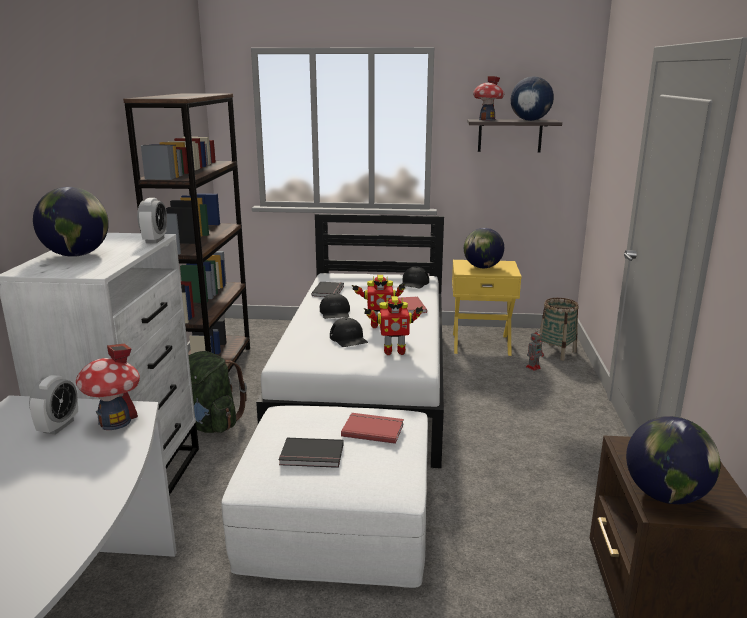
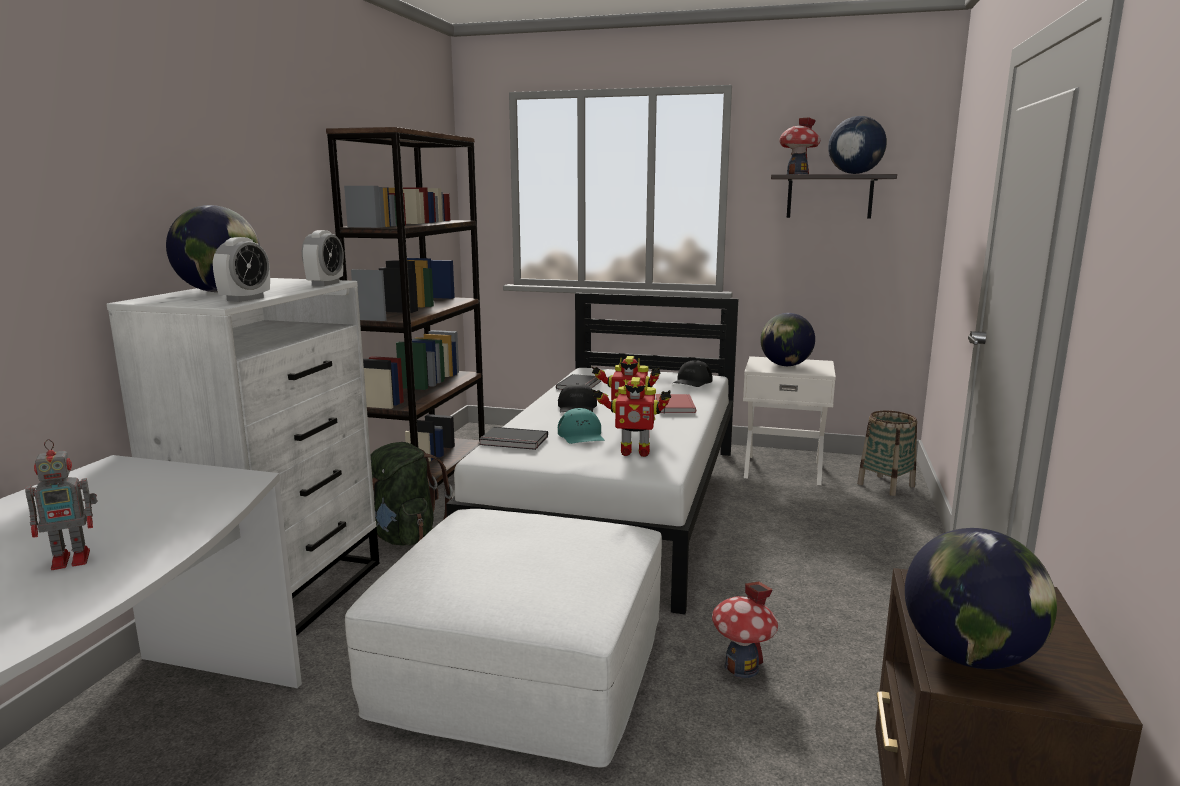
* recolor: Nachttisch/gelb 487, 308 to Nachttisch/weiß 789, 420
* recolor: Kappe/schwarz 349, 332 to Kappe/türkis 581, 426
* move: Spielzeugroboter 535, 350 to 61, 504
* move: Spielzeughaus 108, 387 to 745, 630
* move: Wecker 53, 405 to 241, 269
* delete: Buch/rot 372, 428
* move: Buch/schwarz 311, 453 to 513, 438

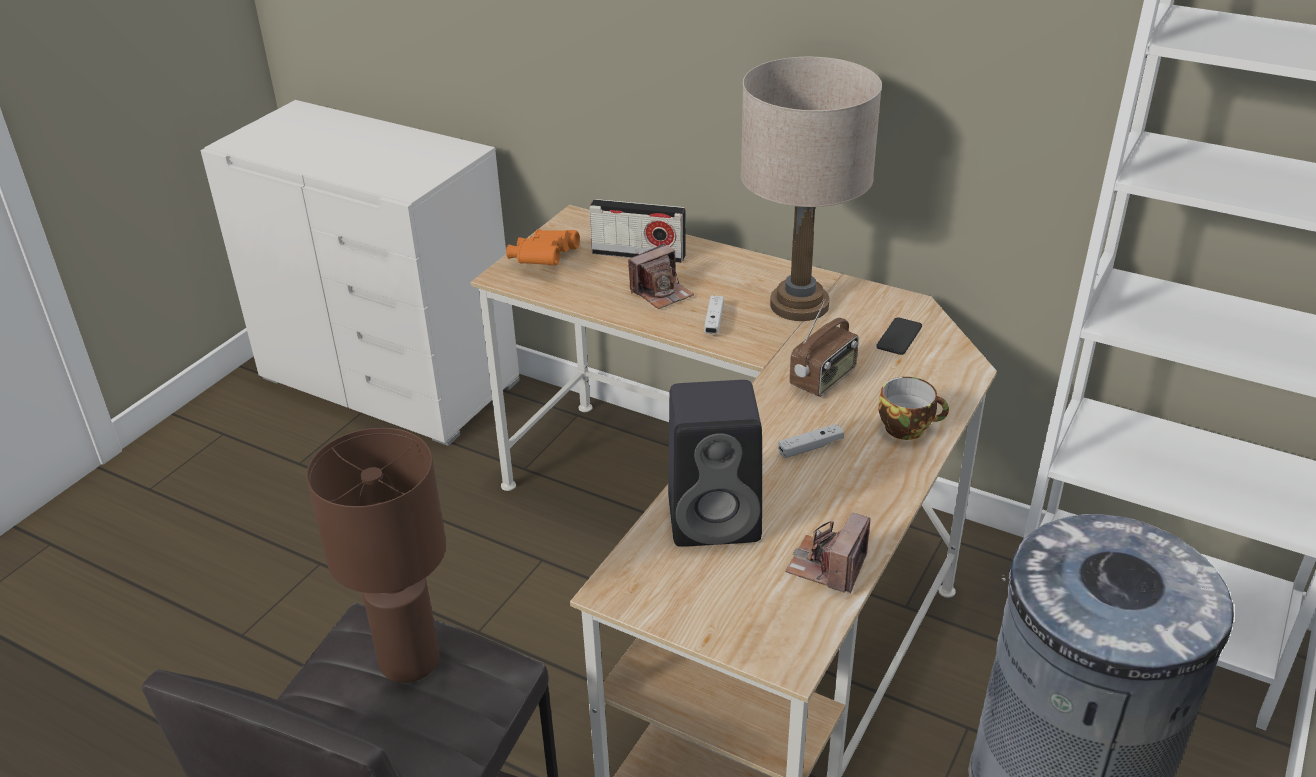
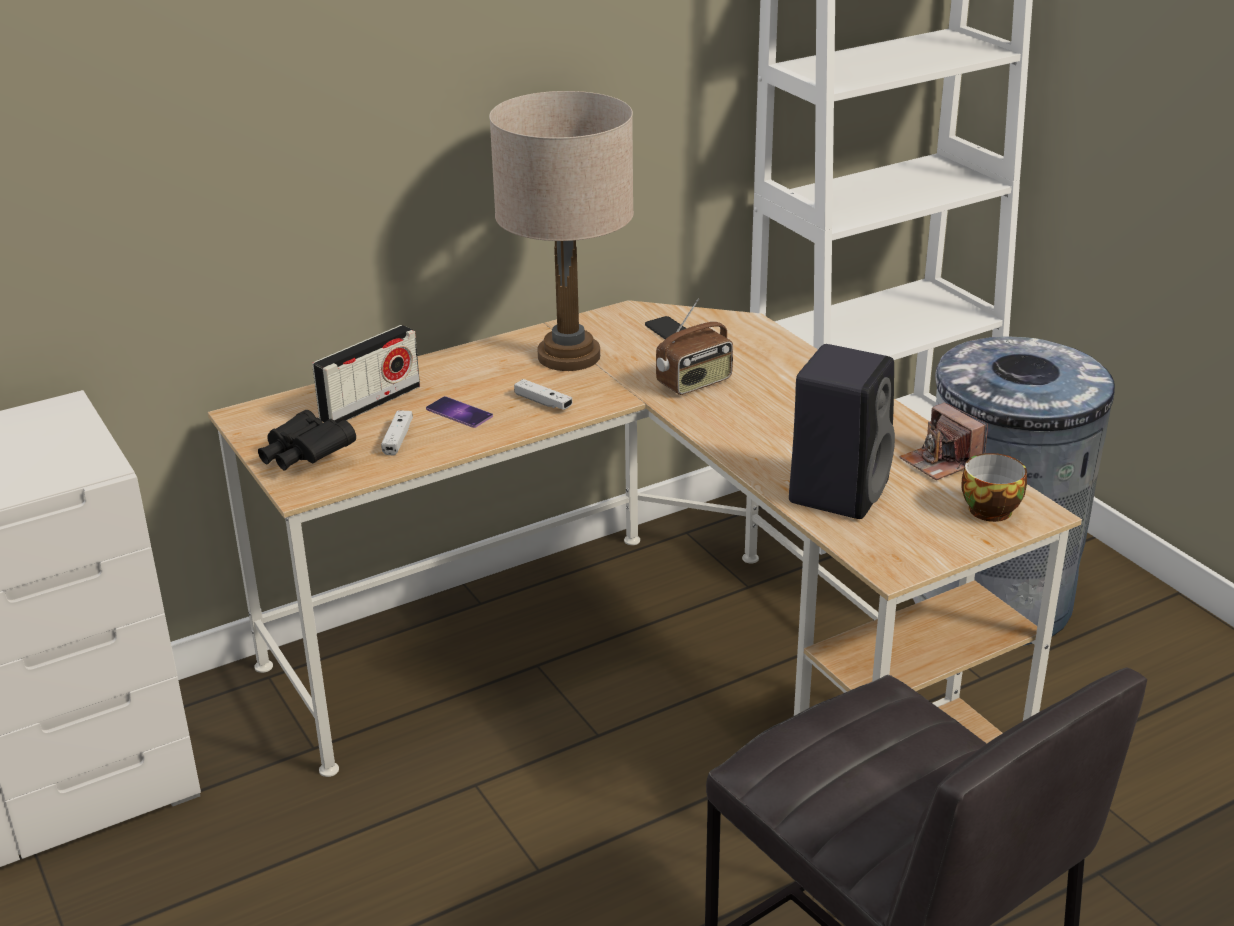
* recolor: Fernglas/orange 543, 247 to Fernglas/schwarz 307, 440
* replace: Kamera 661, 276 to Handy 459, 412
* rotate: Radio 824, 348 = 694, 347 75 degrees clockwise
* move: Tasse 913, 408 to 994, 487
* move: Gamepad/weiß 811, 441 to 397, 432
* delete: Tischlampe/braun 376, 555

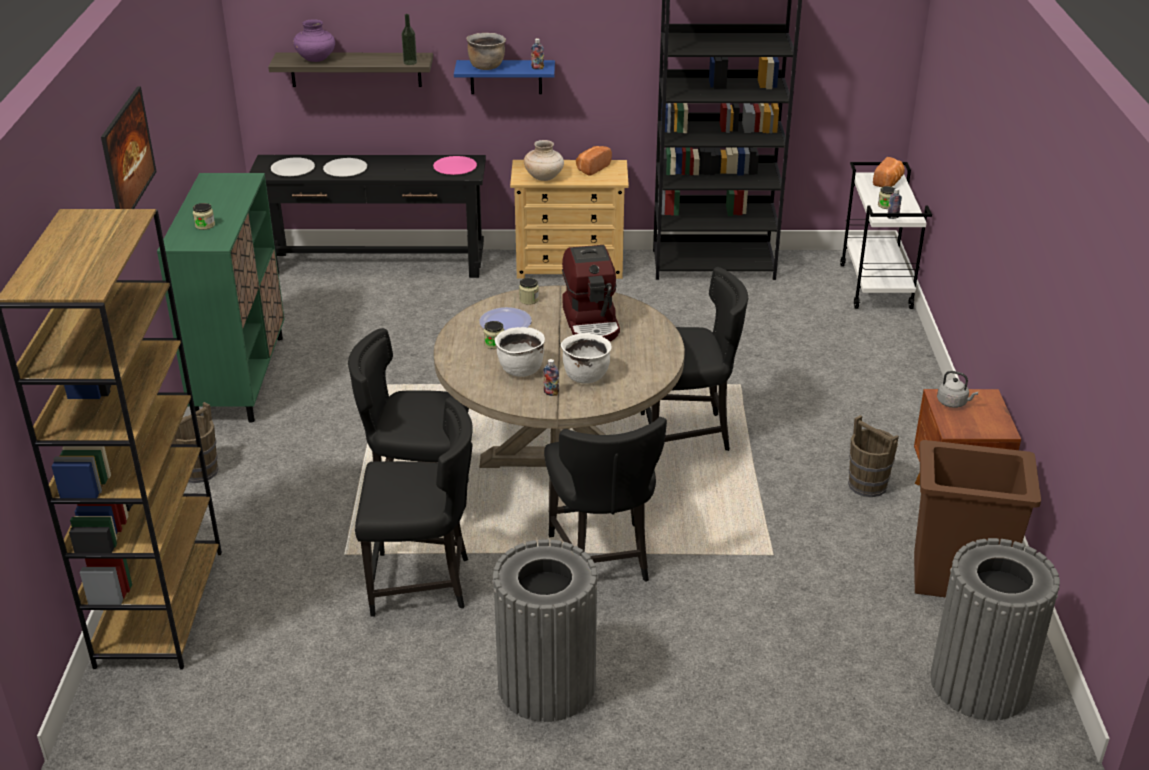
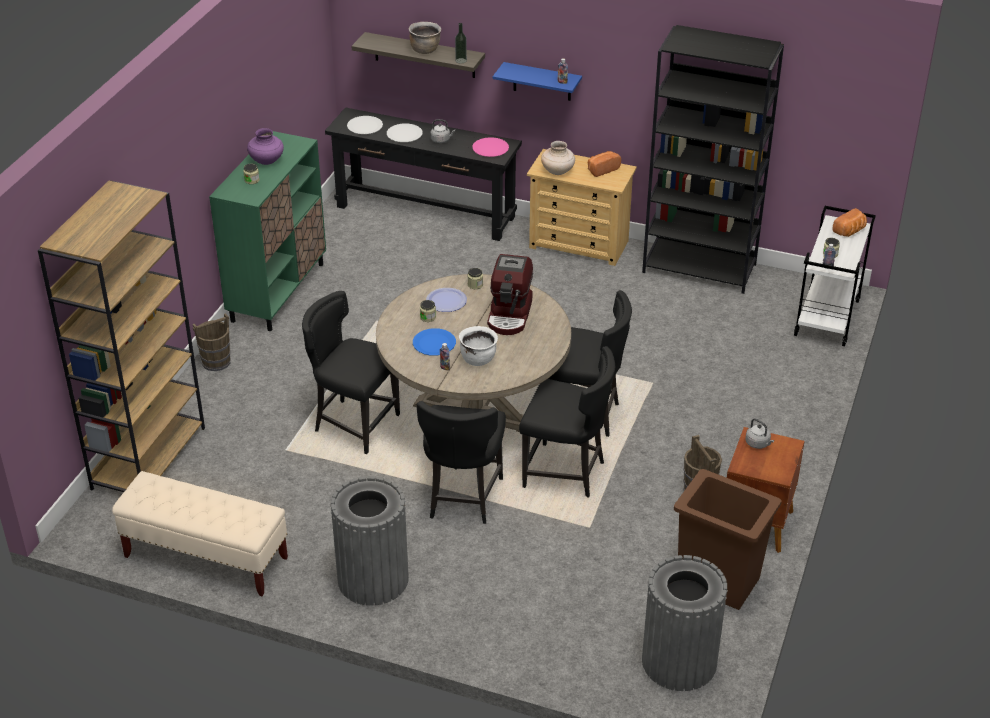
* move: Vase/lila 314, 40 to 265, 146
* move: Kochtopf/braun 486, 51 to 425, 38
* delete: Bild 128, 147
* replace: Kochtopf/weiß 520, 352 to Teller/blau 434, 342
* move: Stuhl/schwarz 414, 507 to 567, 421
* insert: Wasserkessel/grau 442, 131
* insert: Bank/beige 200, 533

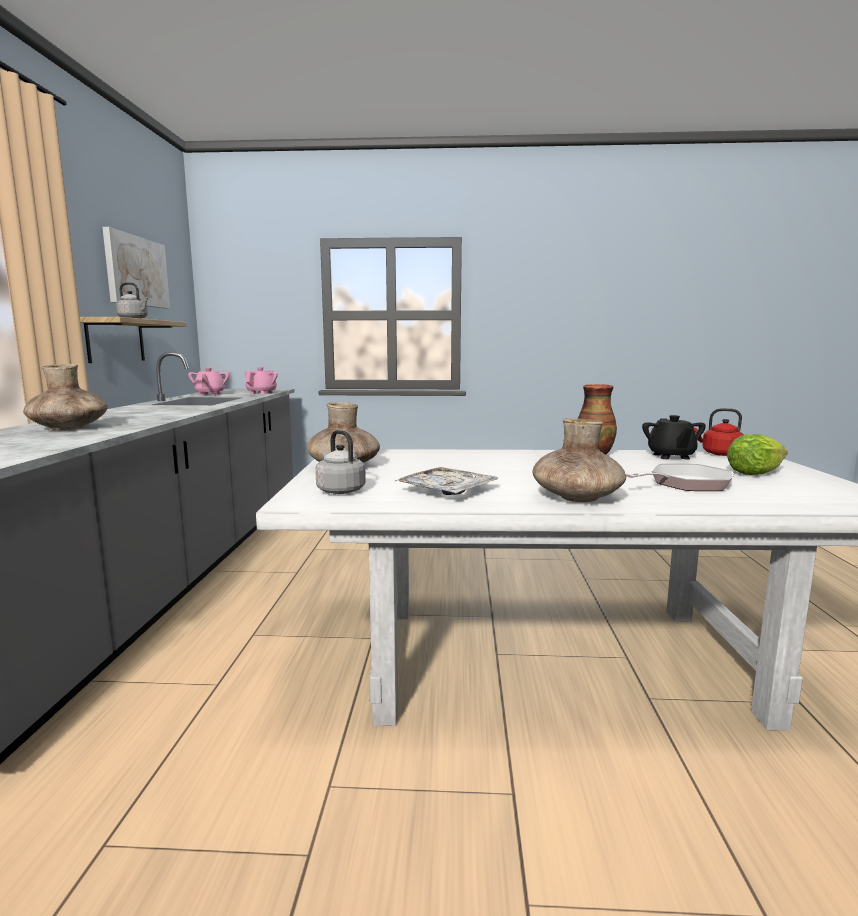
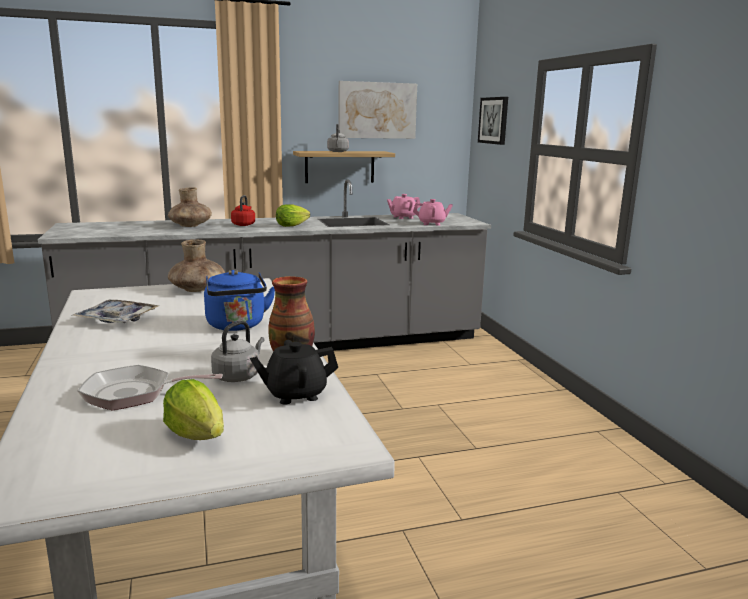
* move: Wasserkessel/rot 718, 432 to 243, 210
* delete: Vase/braun 579, 460
* move: Wasserkessel/grau 340, 462 to 238, 351
* rotate: Pfanne 680, 477 = 150, 388 135 degrees clockwise
* insert: Bild 493, 121
* insert: Salatkopf 293, 215
* insert: Wasserkessel/blau 239, 300

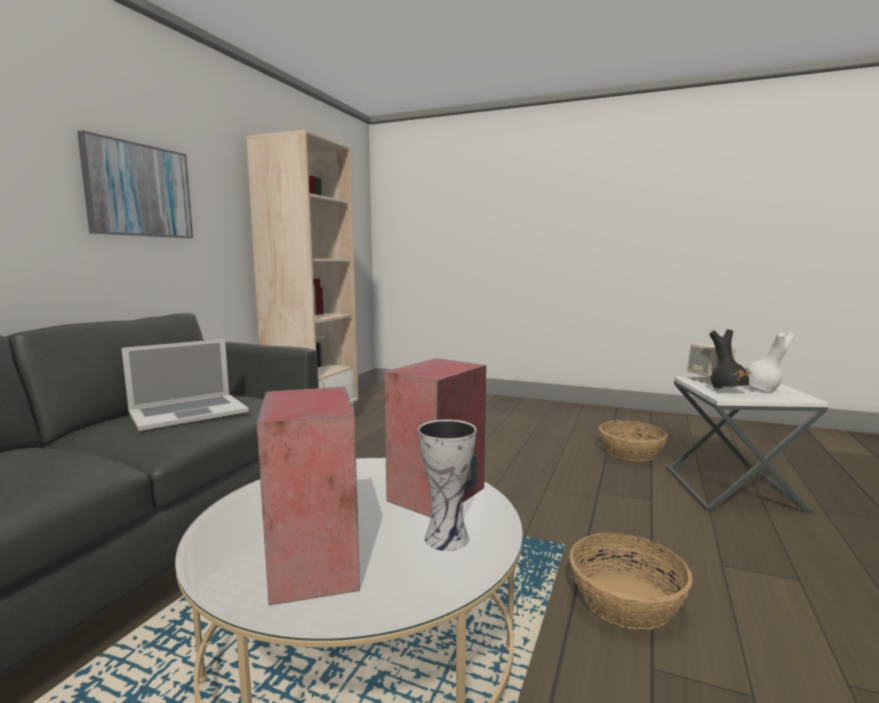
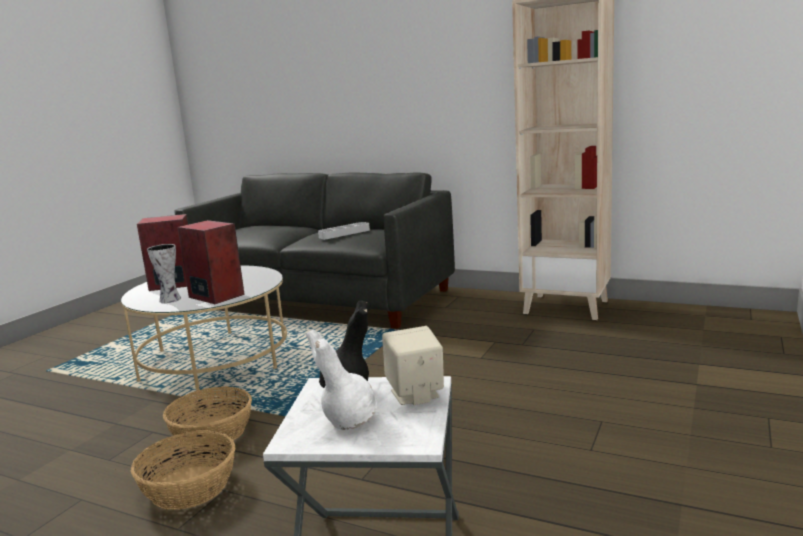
* delete: Bild 135, 184
* replace: Laptop 185, 385 to Tablett/grau 344, 230
* move: Korb 633, 441 to 183, 470

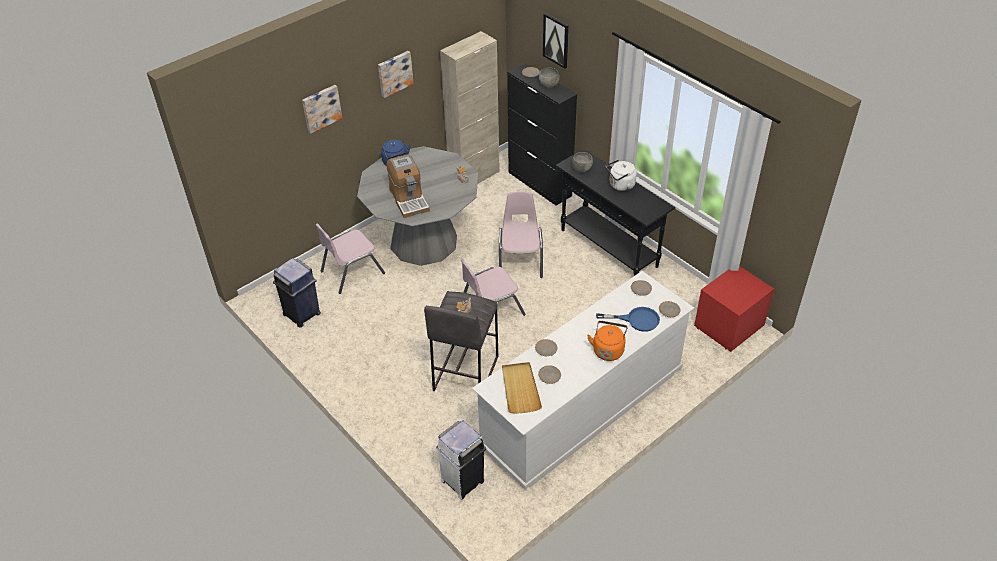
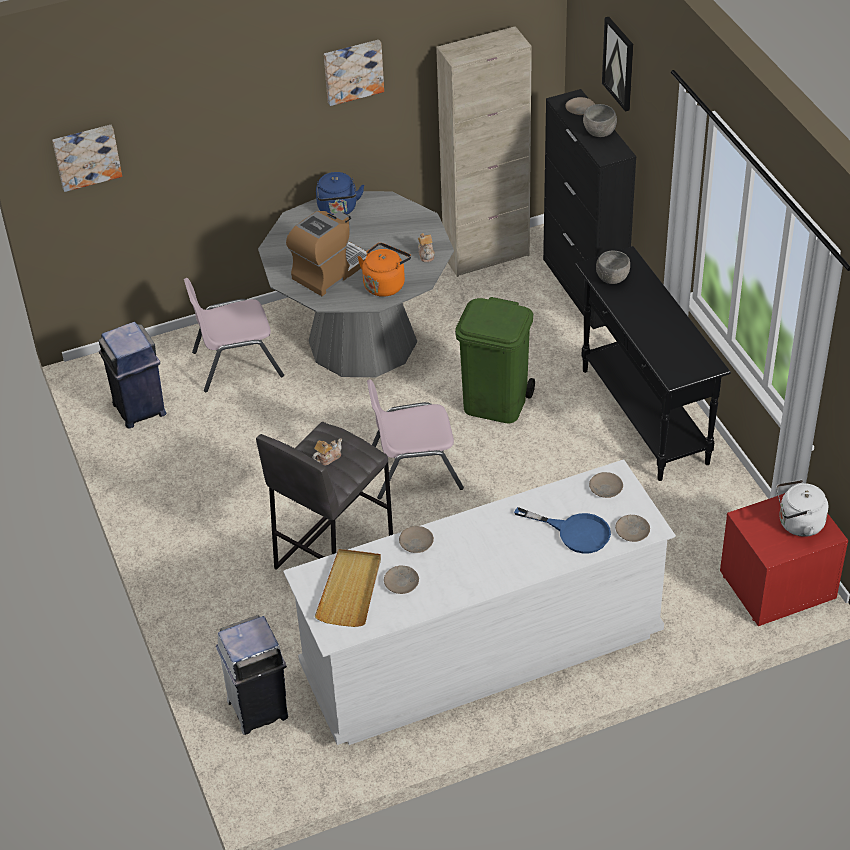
* move: Bild 322, 109 to 87, 158
* rotate: Kaffeemaschine 408, 186 = 326, 253 135 degrees counterclockwise
* move: Wasserkessel/weiß 621, 175 to 802, 508
* replace: Stuhl/rosa 521, 234 to Mülleimer/grün 495, 360
* move: Wasserkessel/orange 607, 341 to 384, 270

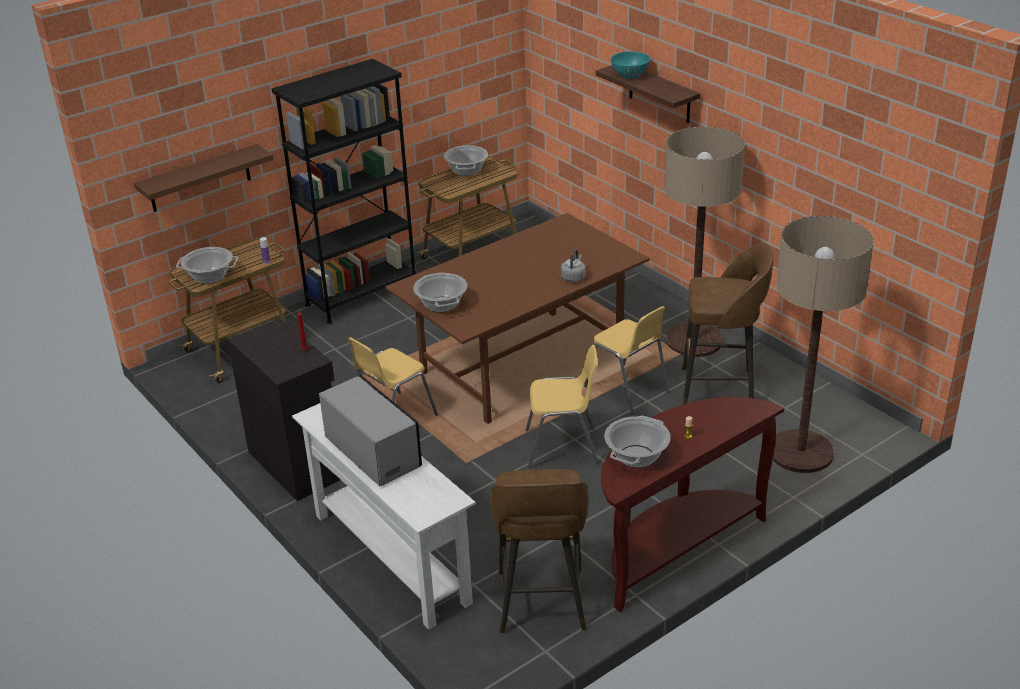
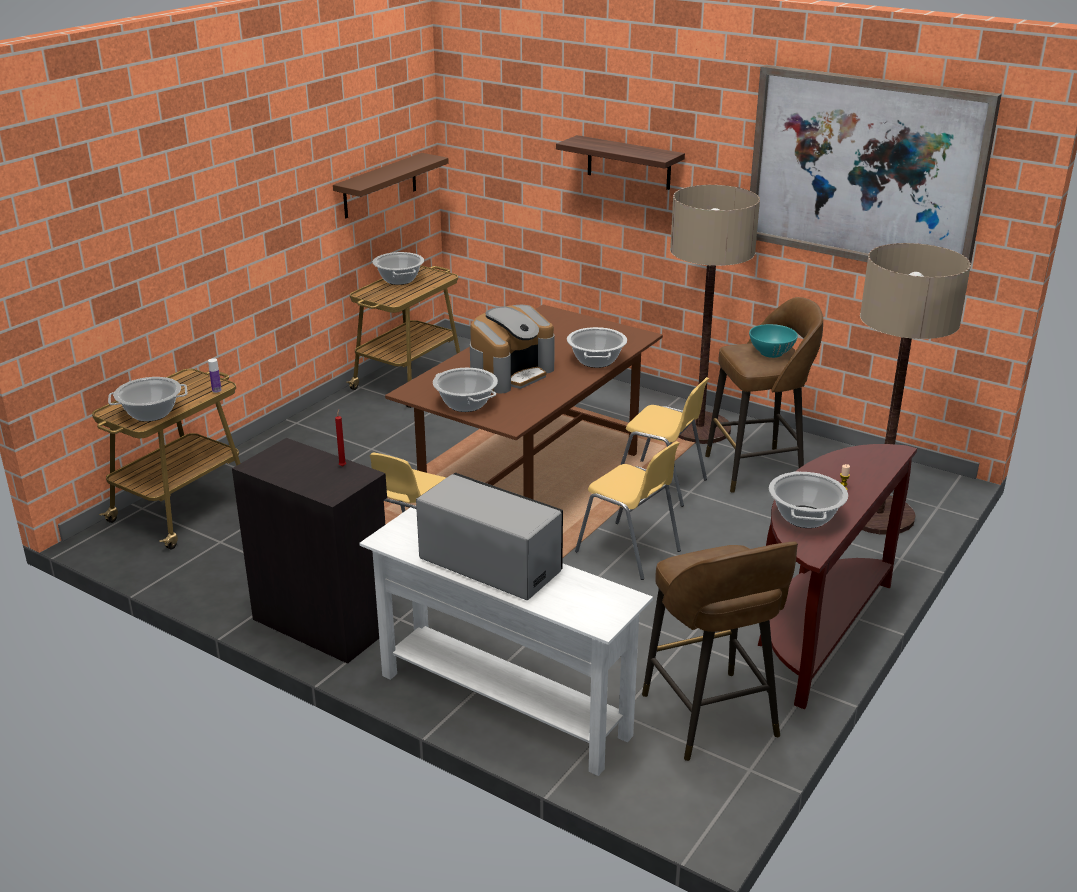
* move: Schüssel/türkis 630, 65 to 773, 341
* delete: Bücherregal/schwarz 344, 191
* move: Wandregal/braun 204, 178 to 391, 185
* replace: Wasserkessel/grau 573, 265 to Kochtopf 597, 347
* rotate: Stuhl/gelb 562, 406 = 628, 510 60 degrees clockwise
* insert: Bild 876, 164
* insert: Kaffeemaschine 512, 349

